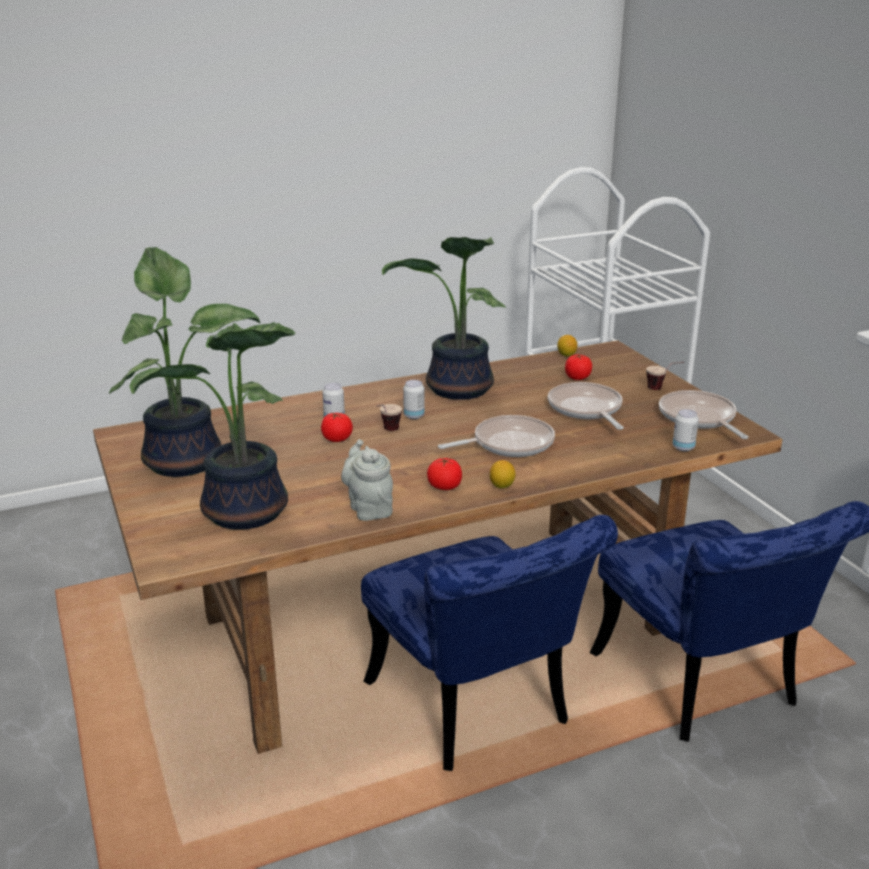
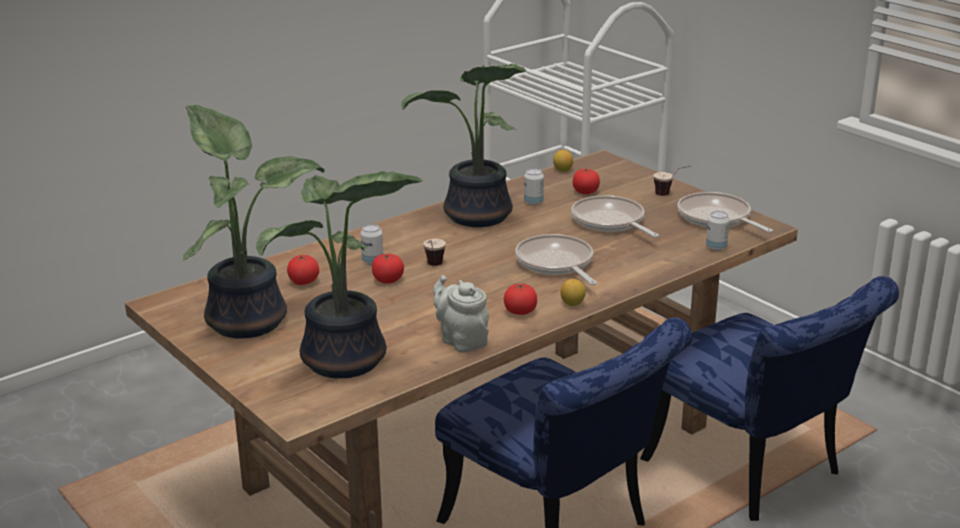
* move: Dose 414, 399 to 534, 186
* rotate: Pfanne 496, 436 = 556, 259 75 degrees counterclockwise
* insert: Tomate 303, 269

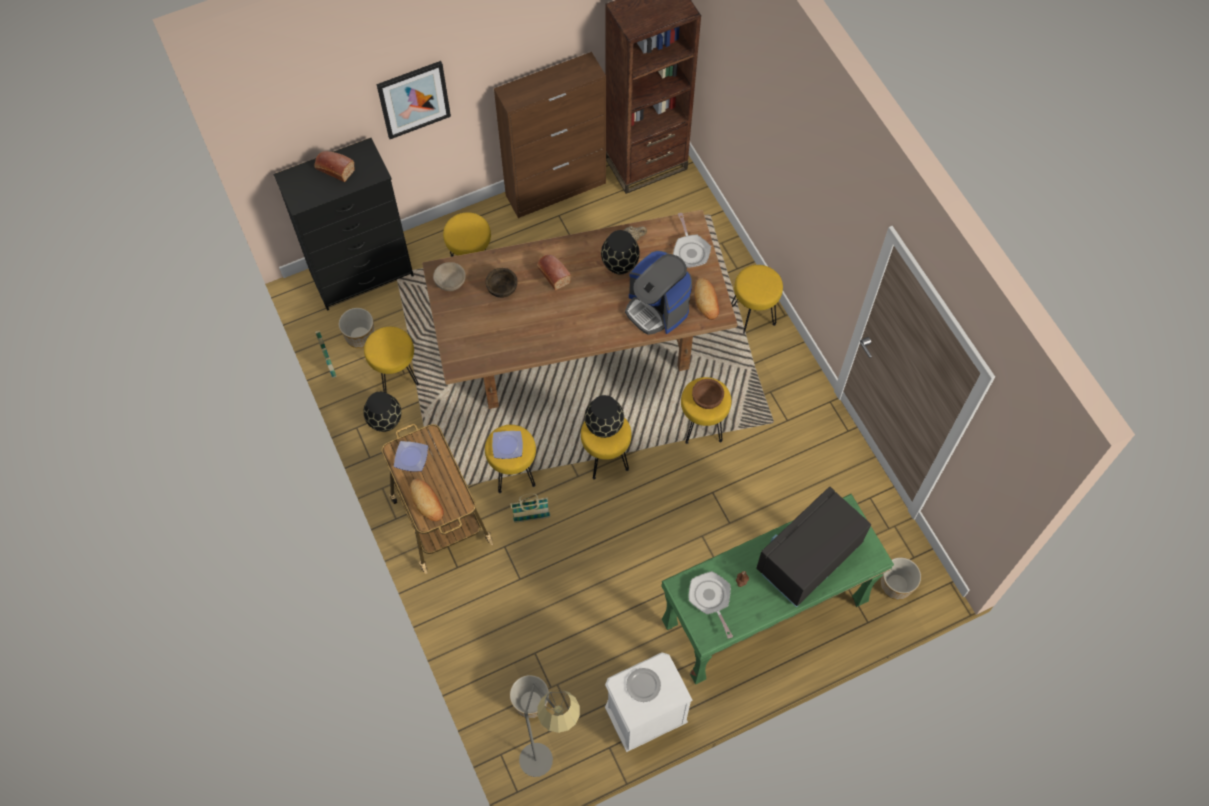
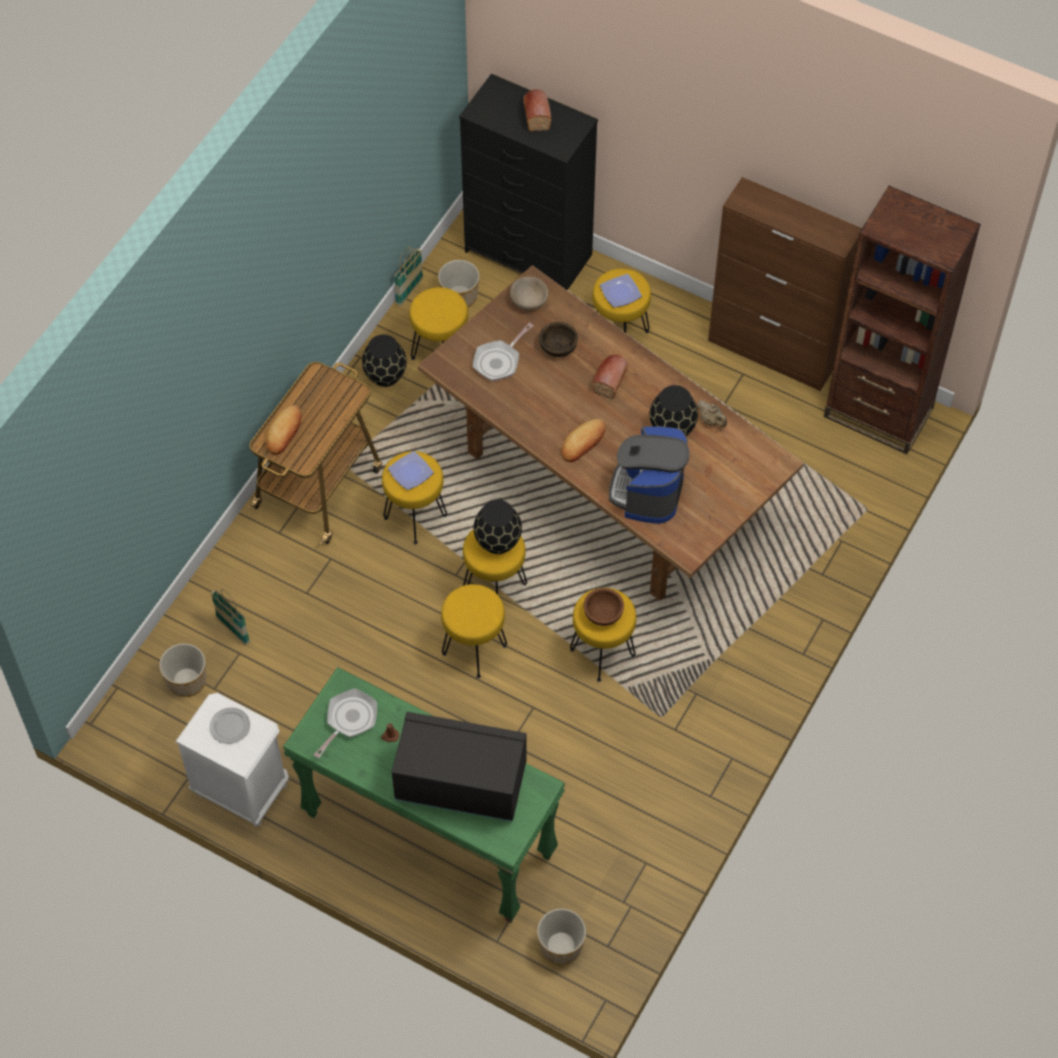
* delete: Bild 413, 100
* move: Pfanne 692, 240 to 503, 352
* move: Hocker/gelb 757, 299 to 474, 631
* move: Brot 706, 298 to 583, 440
* move: Teller 411, 456 to 621, 291
* move: Korb 530, 508 to 230, 617
* delete: Stehlampe/grau 549, 729

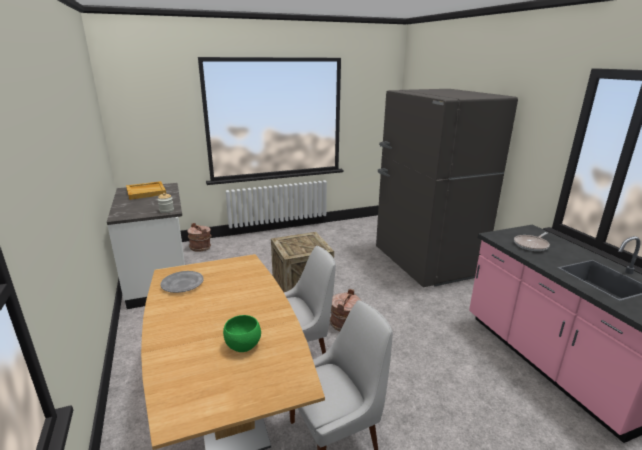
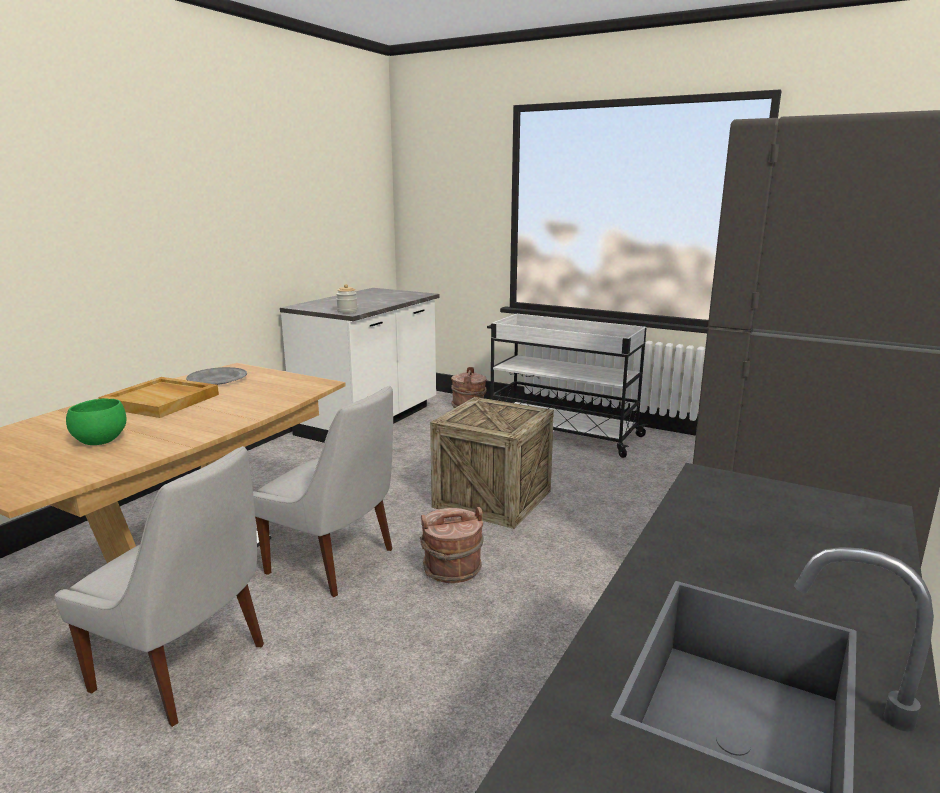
* move: Tablett/beige 146, 190 to 158, 397
* delete: Pfanne 532, 241
* insert: Rollwagen/weiß 567, 386

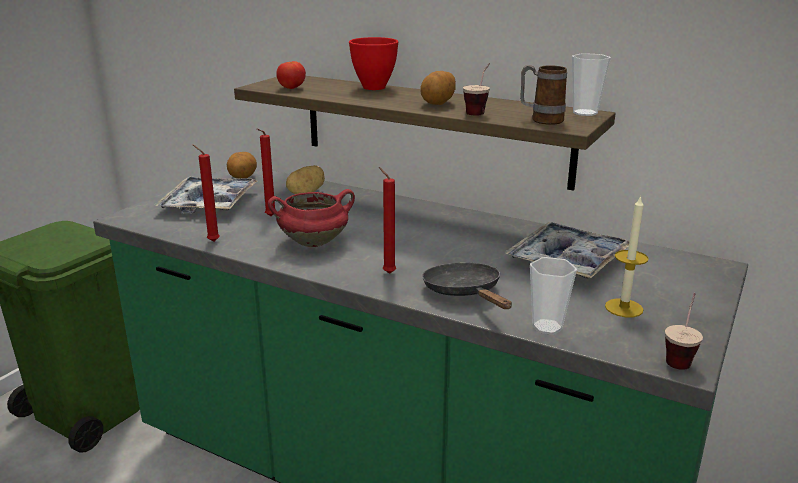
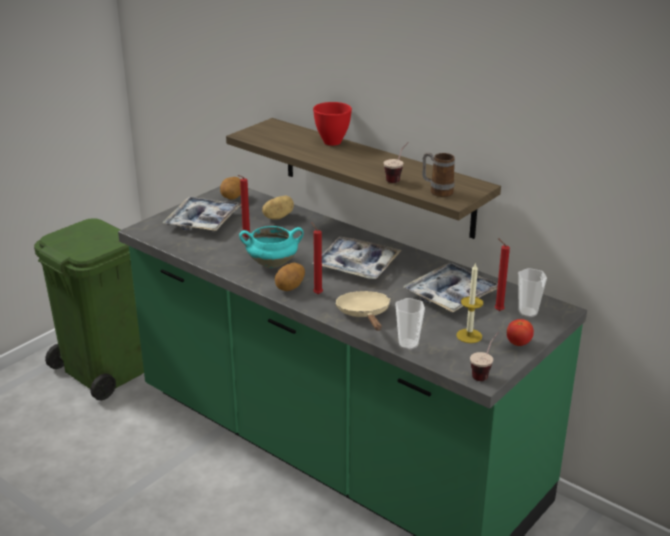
* move: Tasse 591, 84 to 532, 292
* move: Tomate 291, 75 to 520, 332
* move: Kartoffel 438, 88 to 290, 277
* move: Kerze/rot 206, 193 to 502, 274
* recolor: Kochtopf/rot 311, 218 to Kochtopf/türkis 271, 247
* recolor: Pfanne/schwarz 467, 285 to Pfanne/beige 362, 311
* insert: Tablett 357, 258

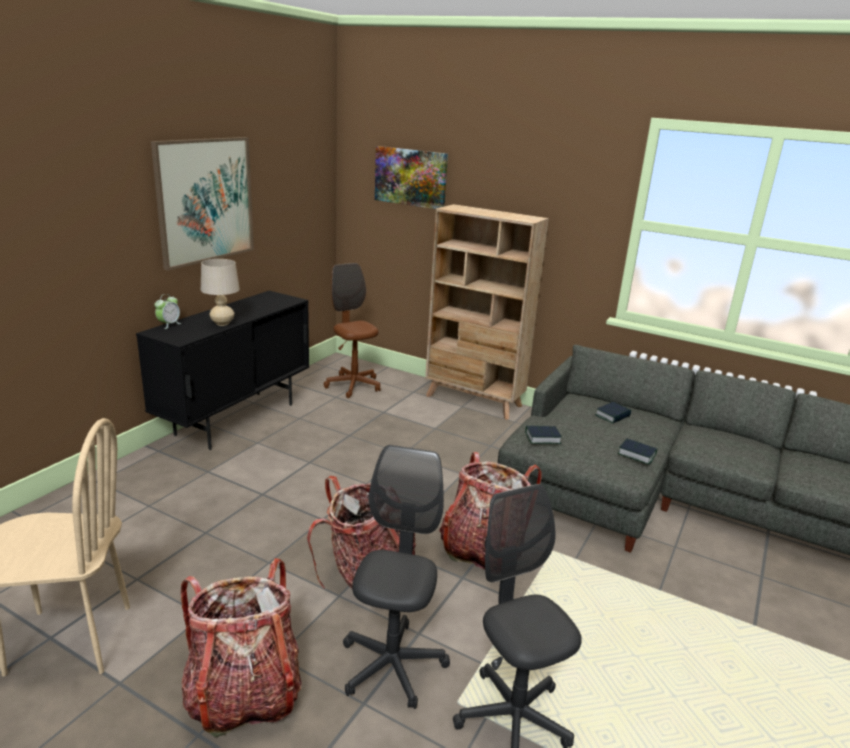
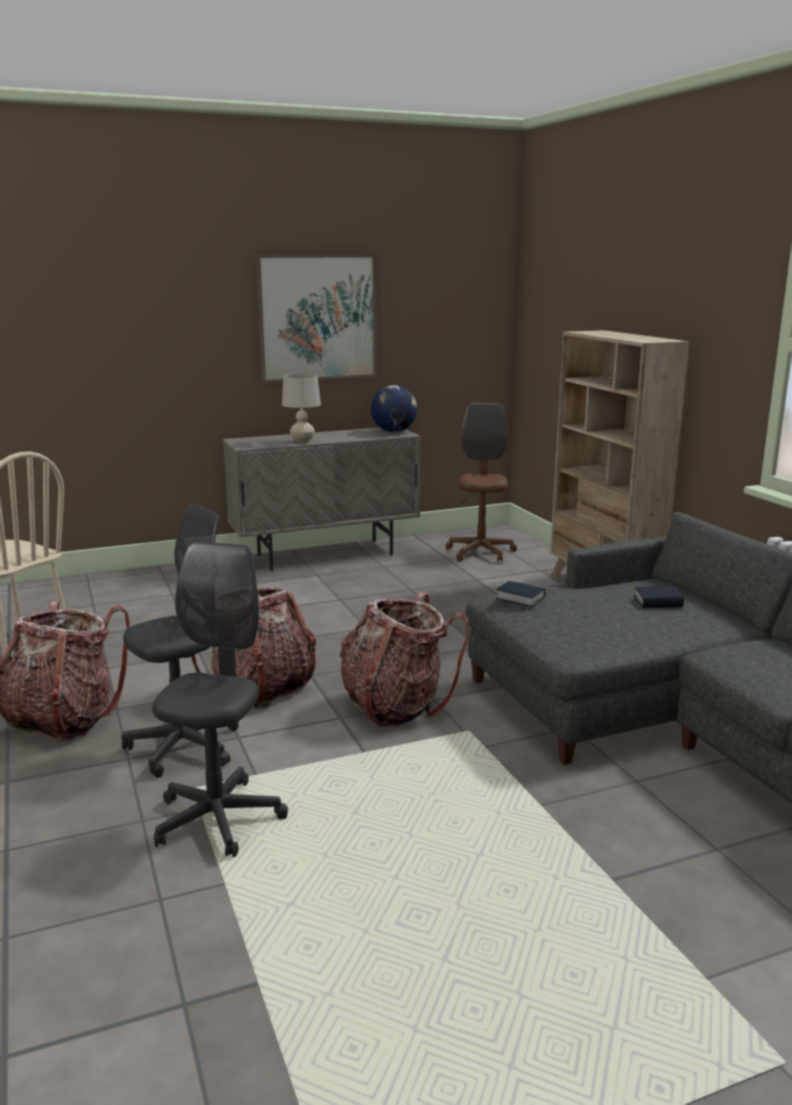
* delete: Bild 411, 177
* recolor: Schrank/schwarz 222, 370 to Schrank/beige 321, 499
* delete: Wecker 167, 311
* delete: Buch 637, 452
* insert: Globus 394, 408

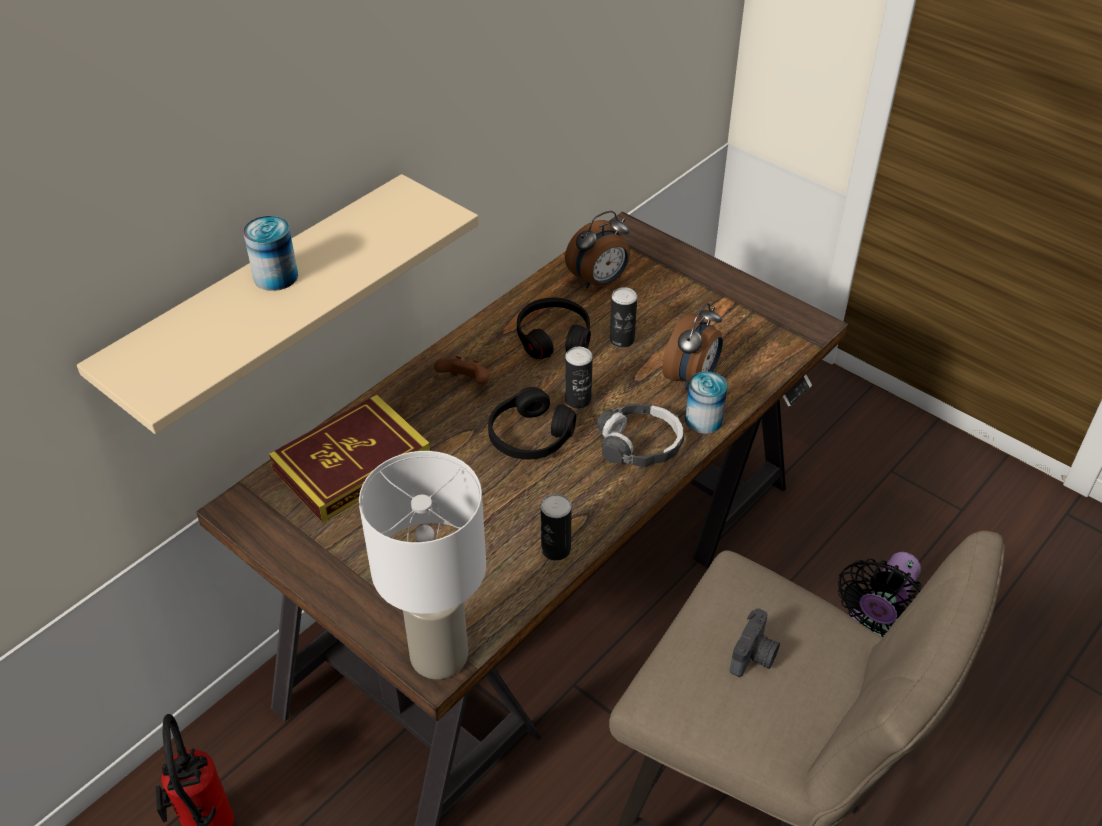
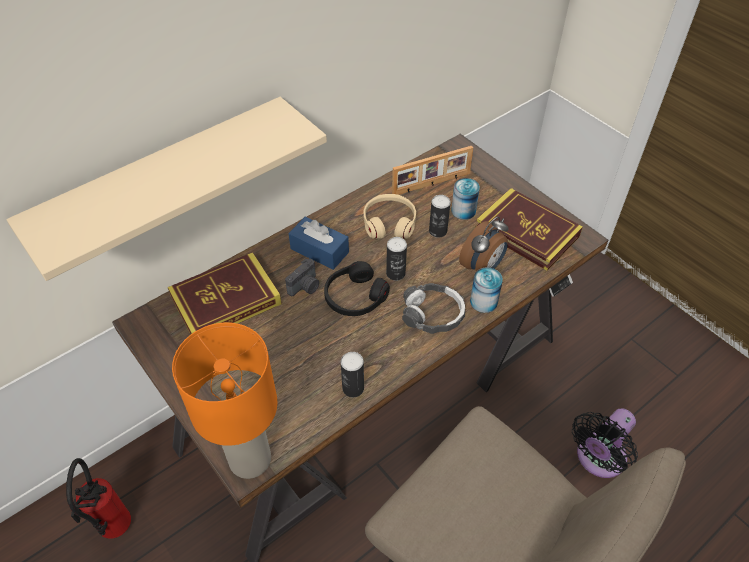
* replace: Wecker 597, 249 to Bilderrahmen 432, 170
* move: Dose 270, 253 to 465, 199
* recolor: Kopfhörer/schwarz 554, 328 to Kopfhörer/beige 389, 216
* replace: Gamepad/braun 462, 370 to Taschentuchbox/blau 318, 243
* recolor: Tischlampe/weiß 422, 565 to Tischlampe/orange 225, 400
* move: Kamera 755, 642 to 302, 277
* insert: Buch 529, 229

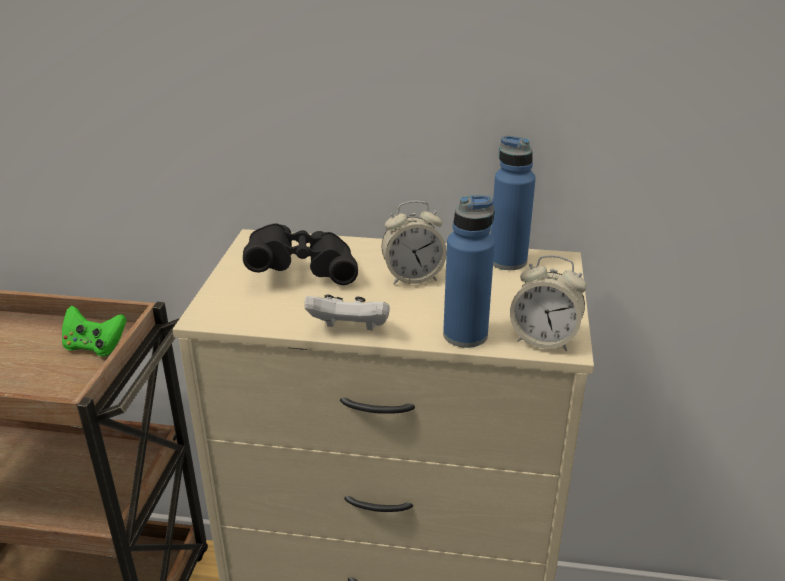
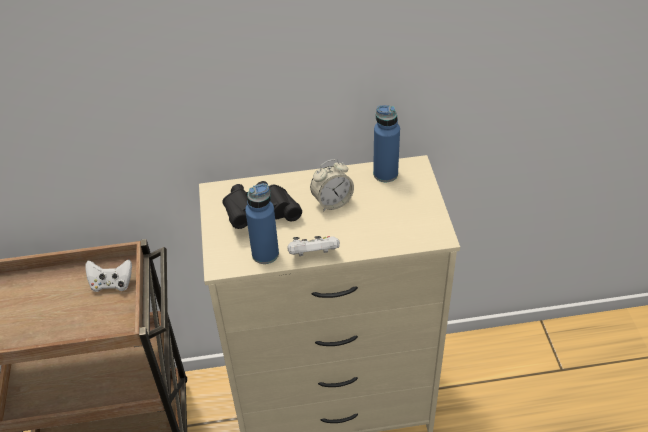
* move: Flasche/blau 469, 271 to 262, 223
* delete: Wecker 548, 303
* recolor: Gamepad/grün 94, 331 to Gamepad/weiß 108, 275

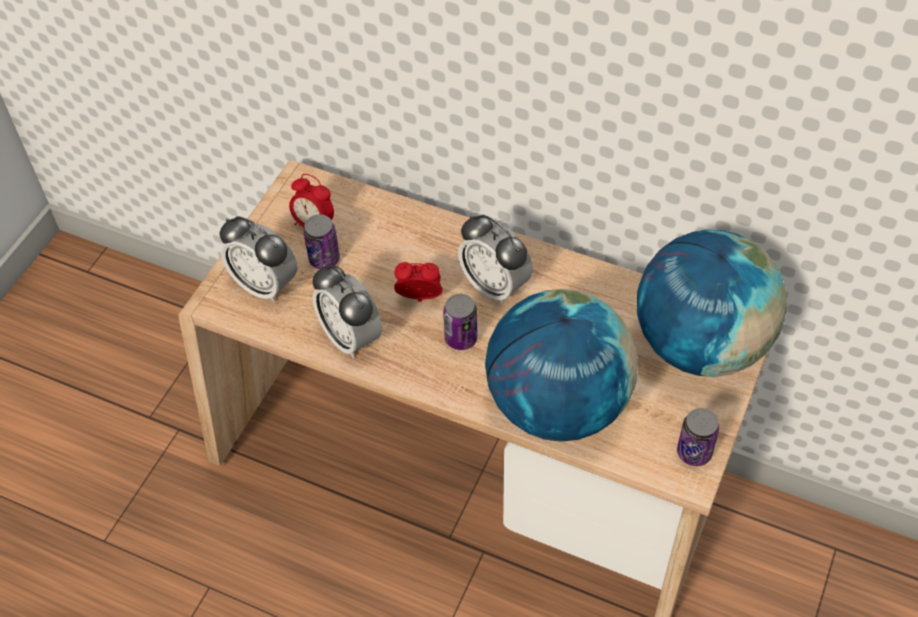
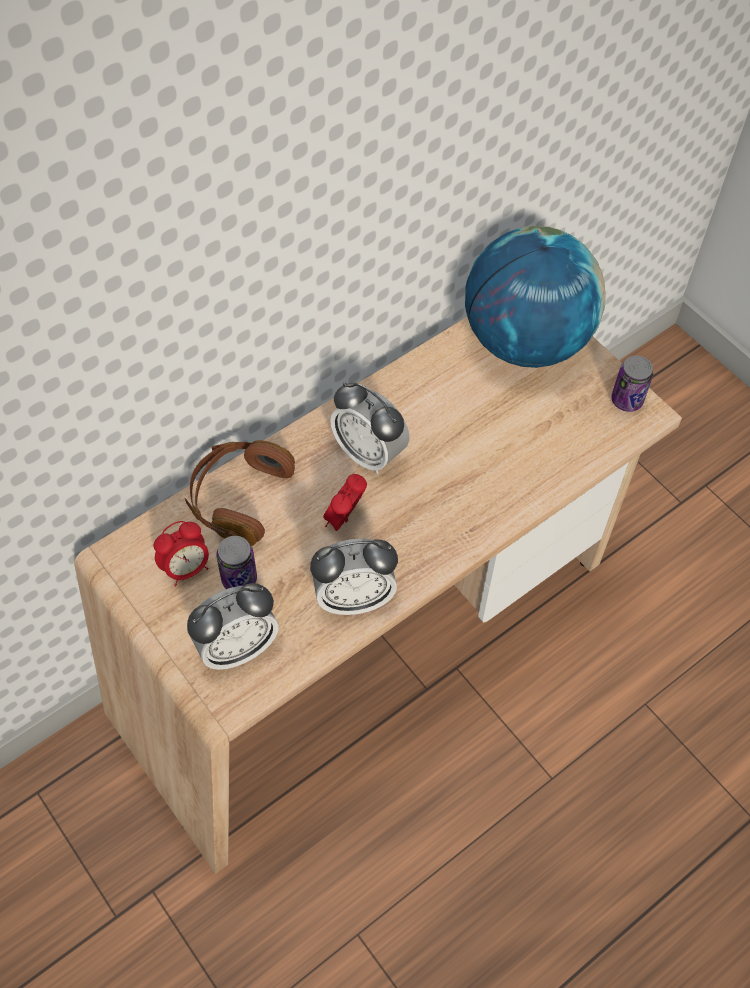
* rotate: Wecker 495, 260 = 369, 428 60 degrees clockwise
* delete: Globus 561, 365
* delete: Dose 460, 322
* insert: Kopfhörer/braun 240, 493

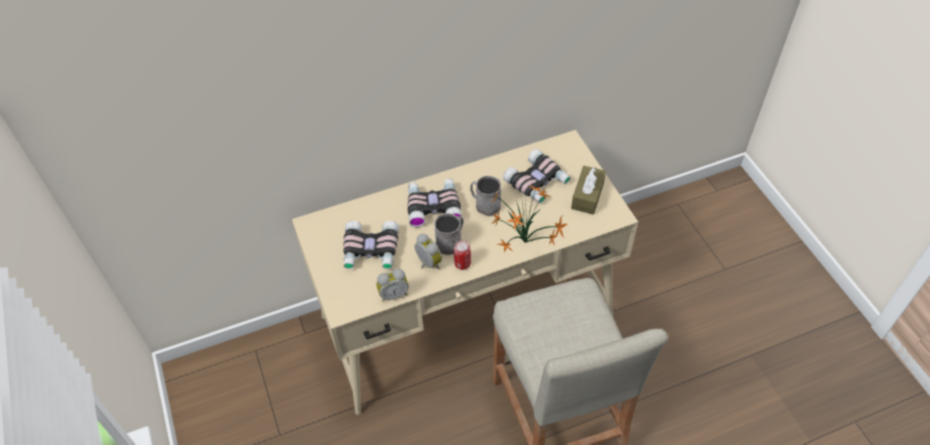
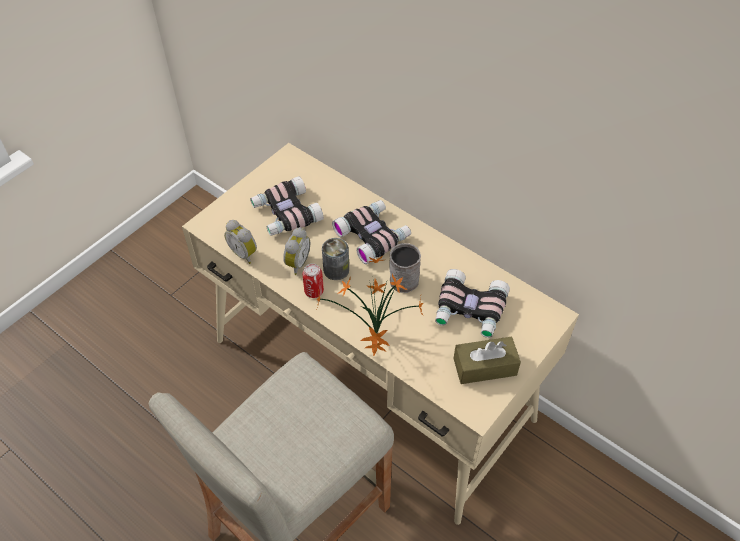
* replace: Henkelbecher/grau 448, 234 to Dose 335, 259

